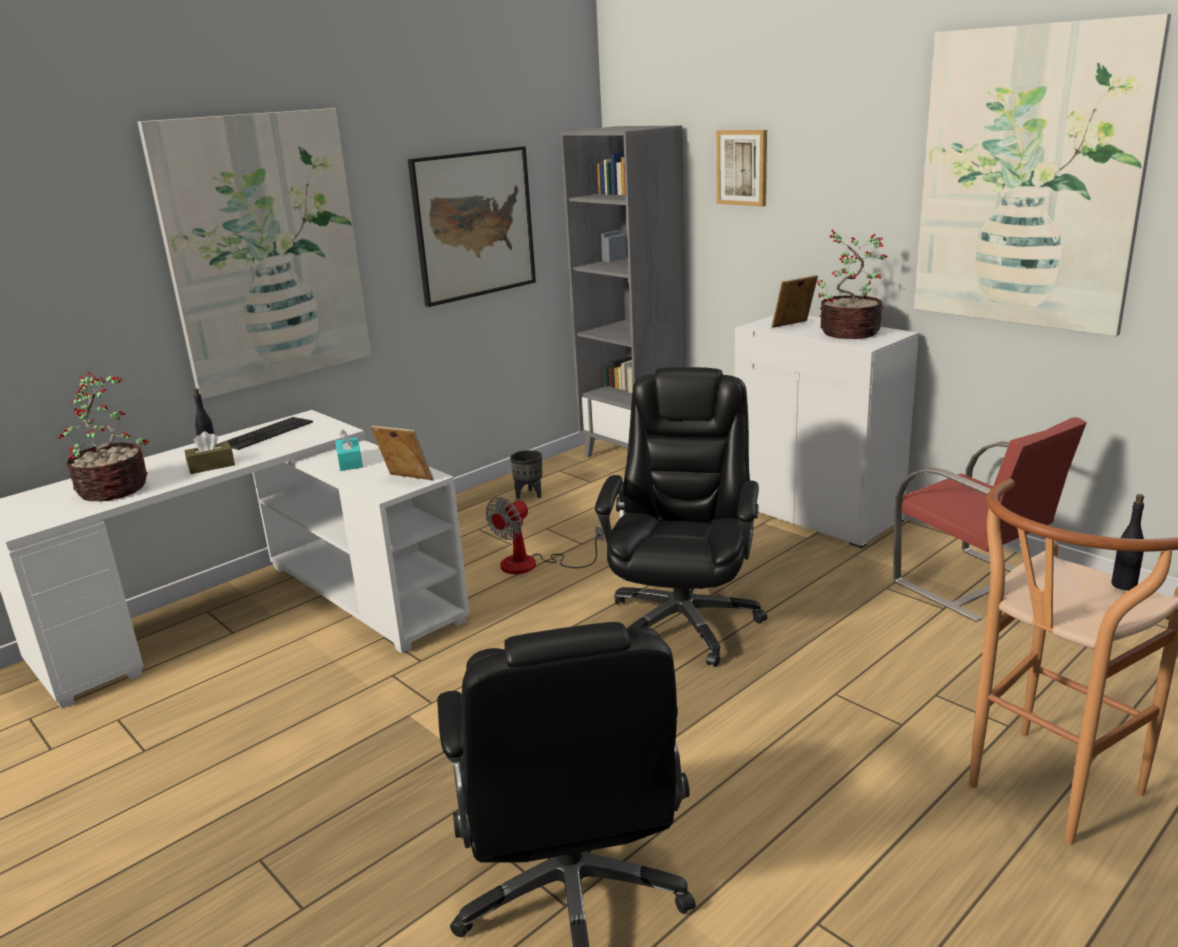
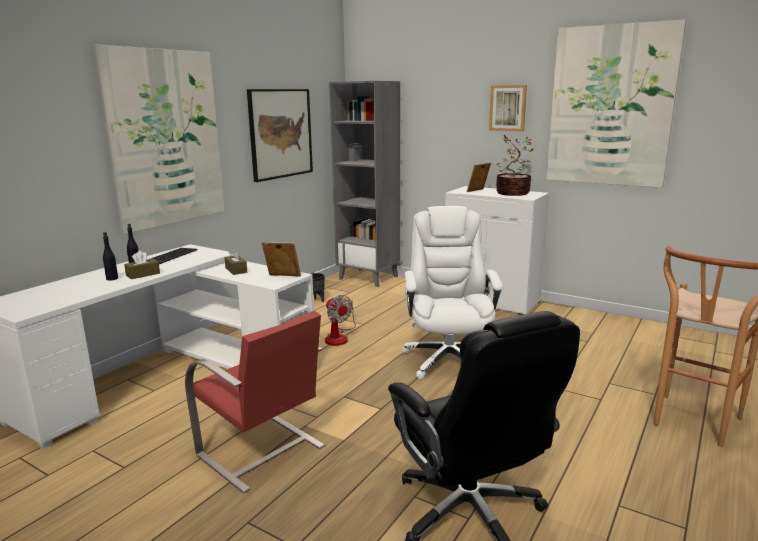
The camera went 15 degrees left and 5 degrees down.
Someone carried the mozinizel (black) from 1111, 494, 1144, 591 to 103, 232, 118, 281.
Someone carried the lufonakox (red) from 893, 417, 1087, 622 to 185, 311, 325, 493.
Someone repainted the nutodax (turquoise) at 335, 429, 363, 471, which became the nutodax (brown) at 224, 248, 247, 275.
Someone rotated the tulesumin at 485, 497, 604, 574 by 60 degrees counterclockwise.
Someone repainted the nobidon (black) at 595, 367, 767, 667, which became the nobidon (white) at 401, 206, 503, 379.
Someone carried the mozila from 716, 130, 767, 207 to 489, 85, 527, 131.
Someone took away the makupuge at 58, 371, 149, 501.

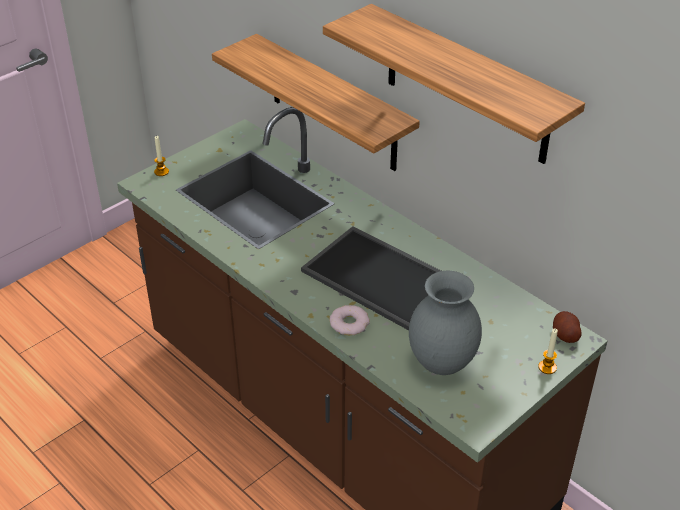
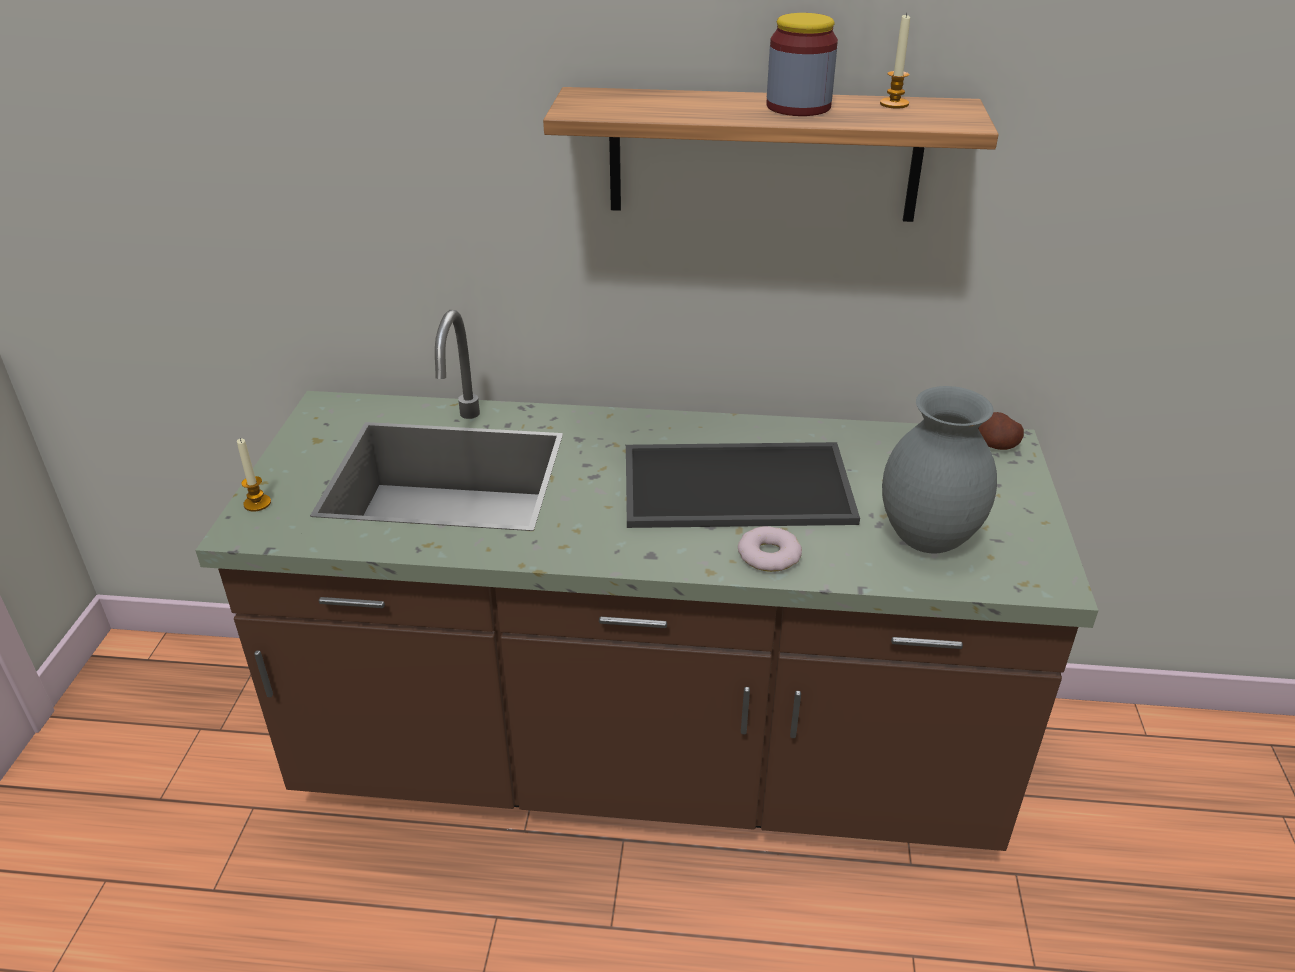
The camera went 40 degrees left and 5 degrees down.
Someone put down the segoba at 766, 13, 838, 116.
Someone carried the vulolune from 538, 328, 558, 374 to 880, 13, 910, 109.
Someone took away the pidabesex at 212, 34, 420, 171.

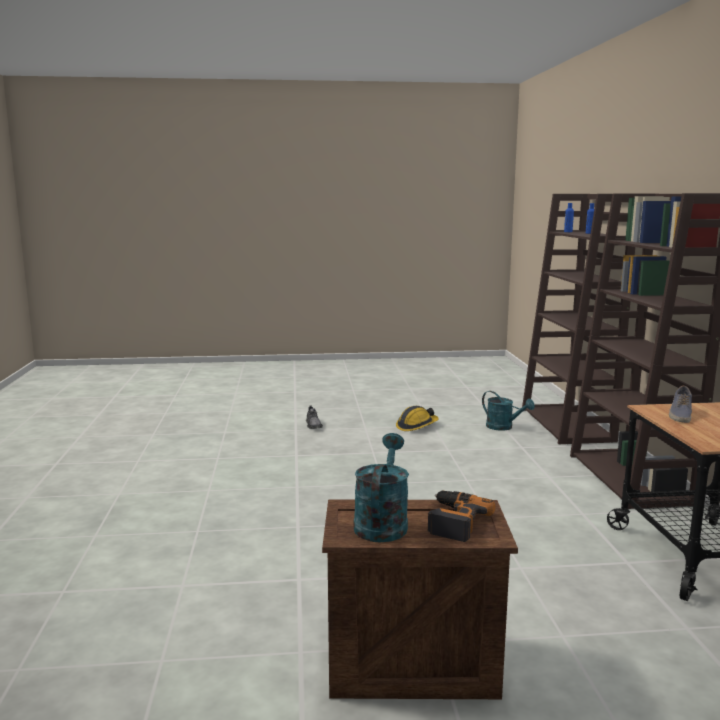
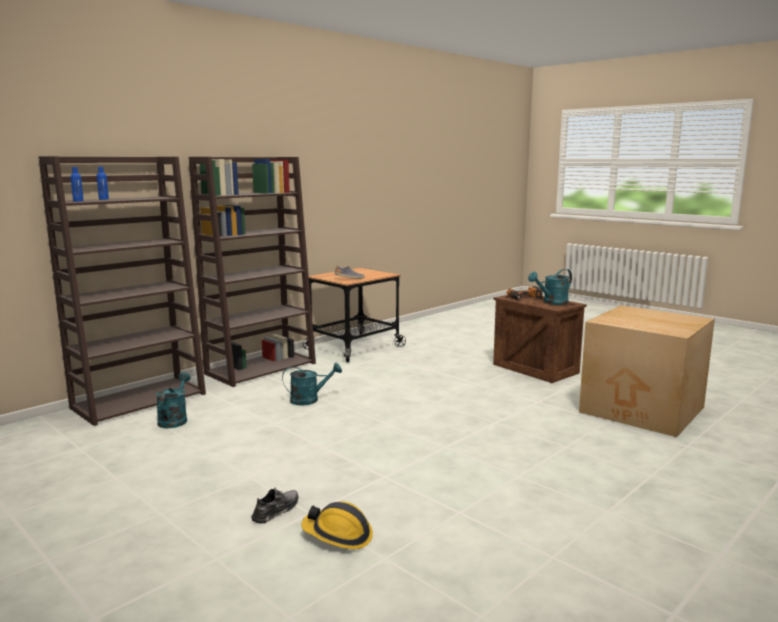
The camera went 130 degrees left and 0 degrees up.
Someone put down the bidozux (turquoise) at 282, 363, 342, 405.
Someone carried the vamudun from 396, 406, 439, 431 to 301, 501, 373, 549.
Someone put down the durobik at 579, 305, 715, 437.

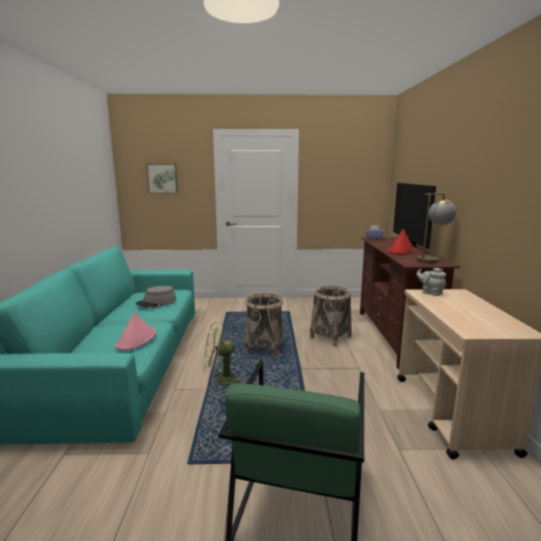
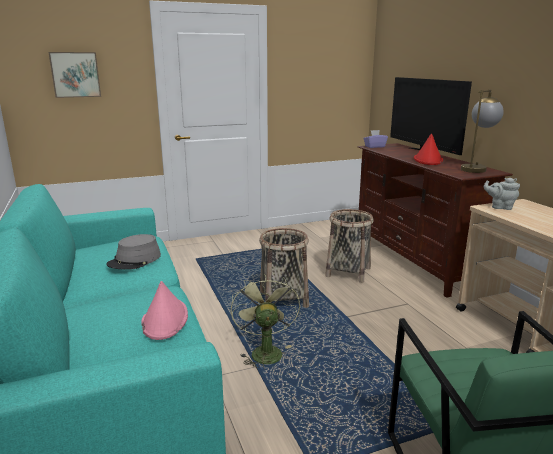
The camera went 20 degrees left and 5 degrees up.
Someone rotated the tulesumin (green) at 204, 321, 245, 390 by 105 degrees clockwise.

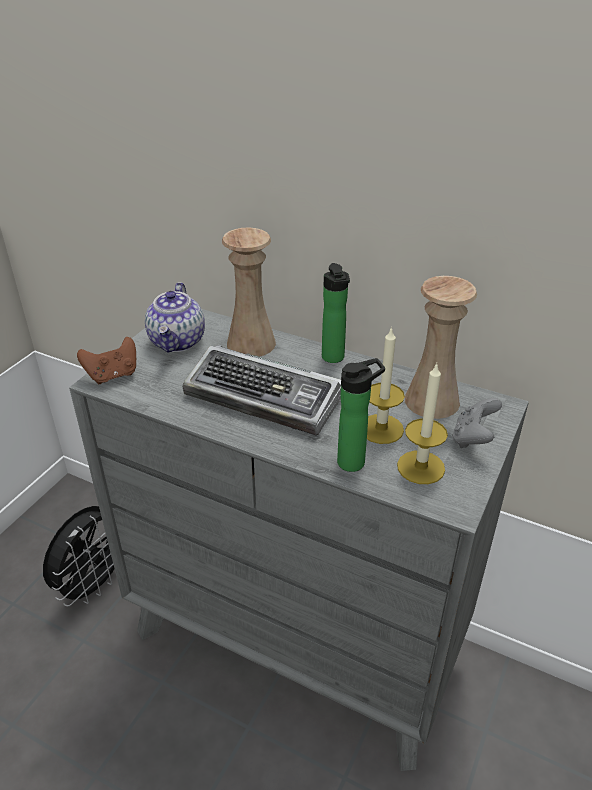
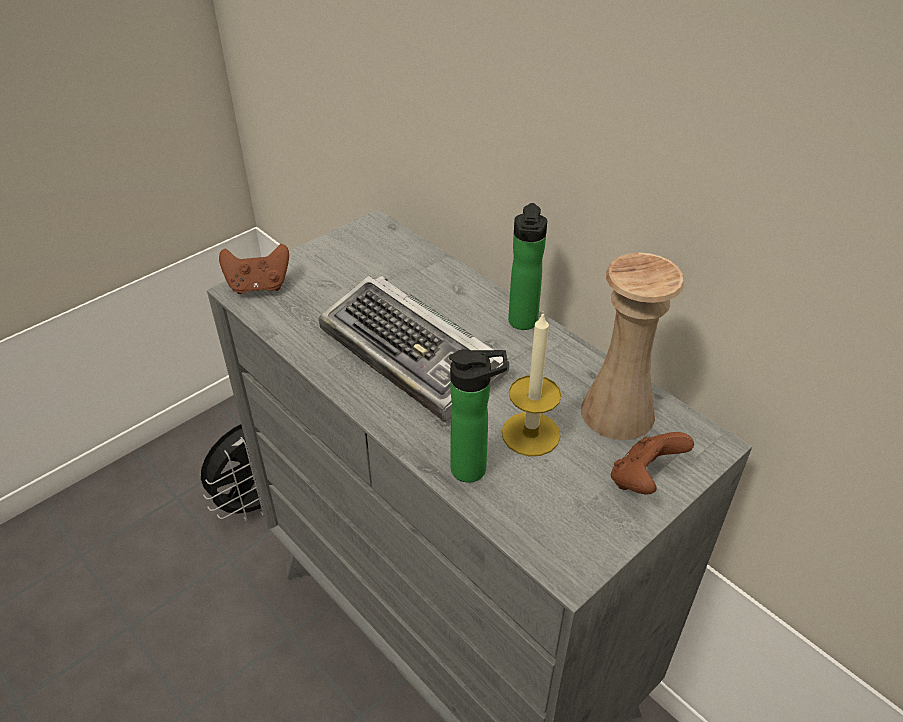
The camera went 20 degrees right and 5 degrees up.
Someone repainted the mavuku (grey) at 452, 398, 502, 448, which became the mavuku (brown) at 611, 432, 694, 495.
Someone took away the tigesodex at 145, 282, 205, 353.
Someone took away the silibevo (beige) at 222, 228, 276, 357.
Someone took away the vulolune at 397, 363, 448, 484.

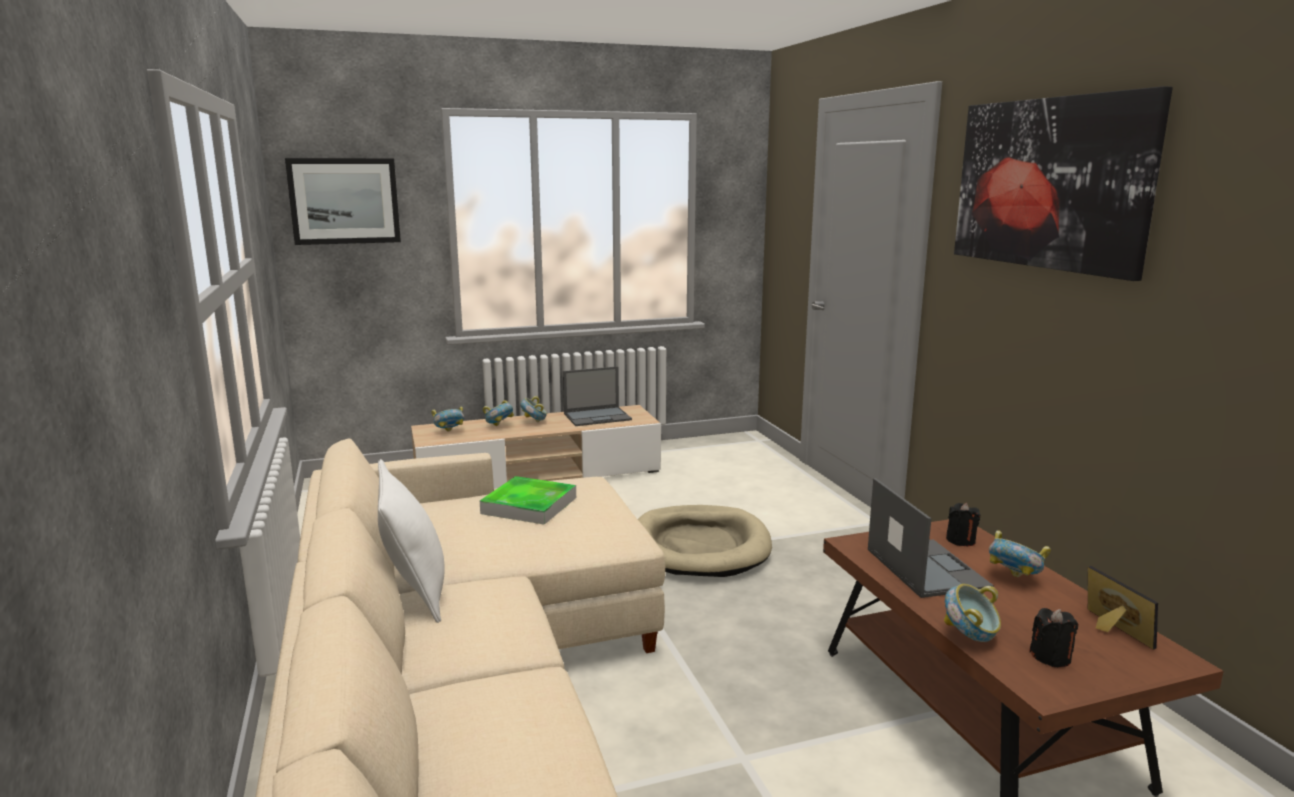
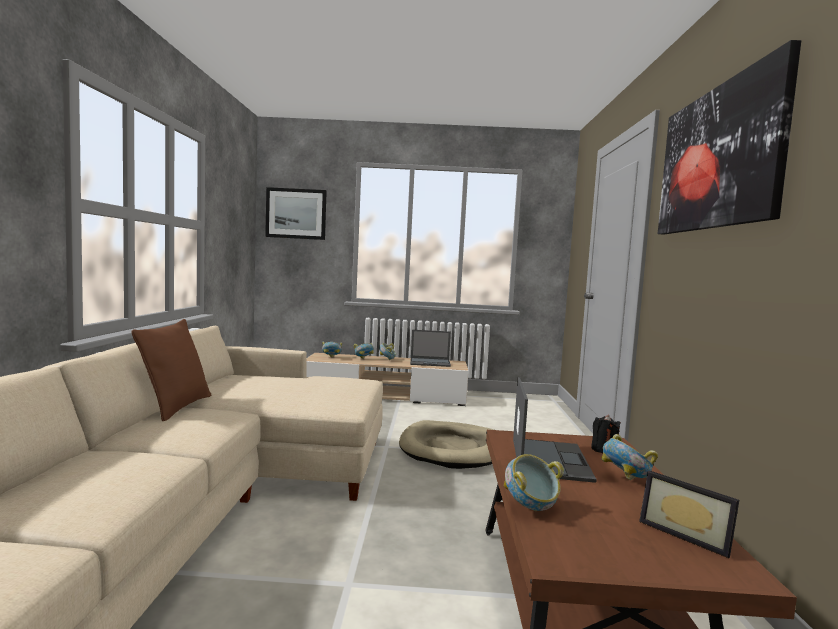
The camera went 20 degrees right and 10 degrees down.
Someone repainted the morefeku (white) at 378, 459, 445, 623, which became the morefeku (brown) at 132, 319, 211, 421.
Someone rotated the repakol at 1088, 566, 1158, 650 by 135 degrees clockwise.
Someone took away the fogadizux at 480, 476, 576, 525.
Someone took away the vulolune (black) at 1029, 608, 1078, 667.

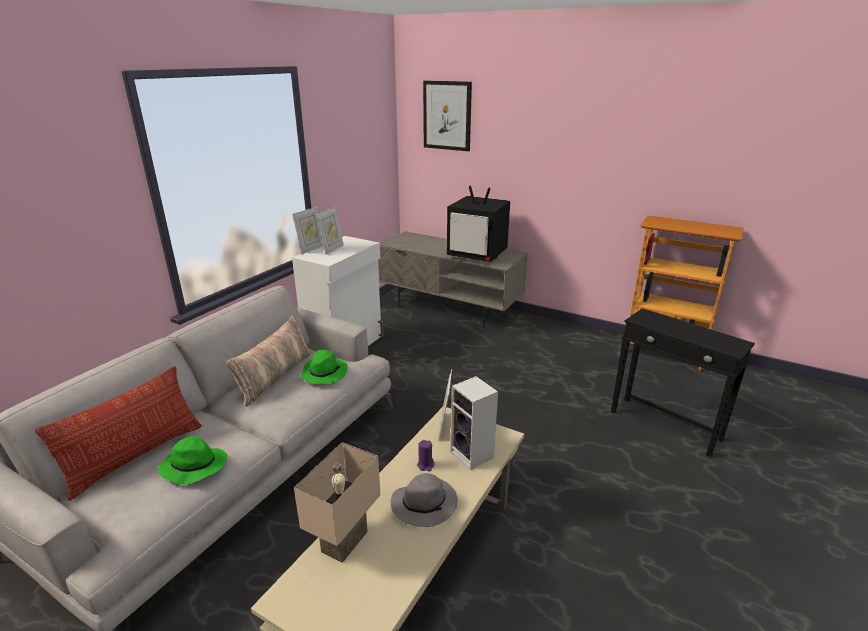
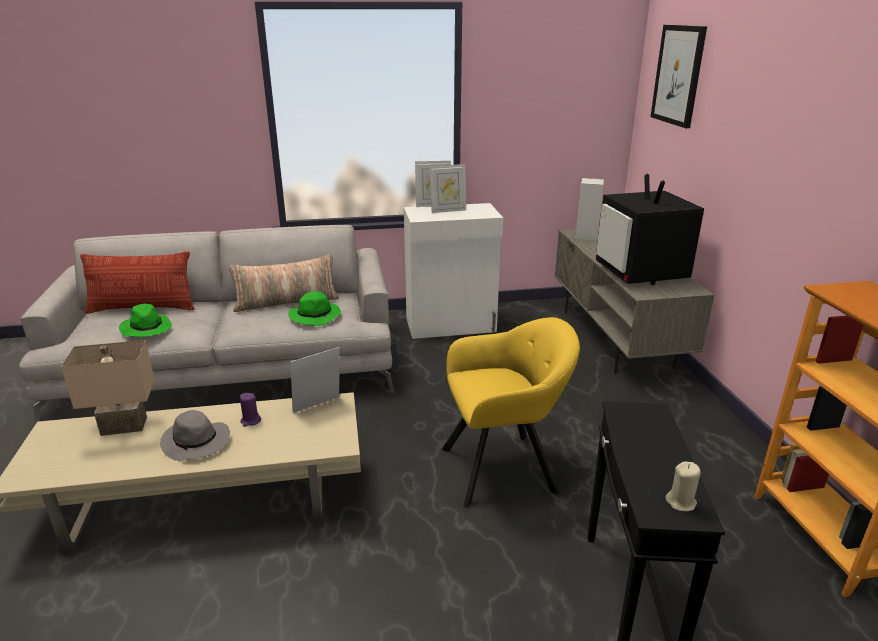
The camera went 50 degrees right and 0 degrees up.
Someone put down the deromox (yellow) at 442, 317, 580, 508.
Someone carried the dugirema from 451, 376, 498, 470 to 575, 178, 604, 241.
Someone put down the vulolune (beige) at 666, 461, 701, 512.

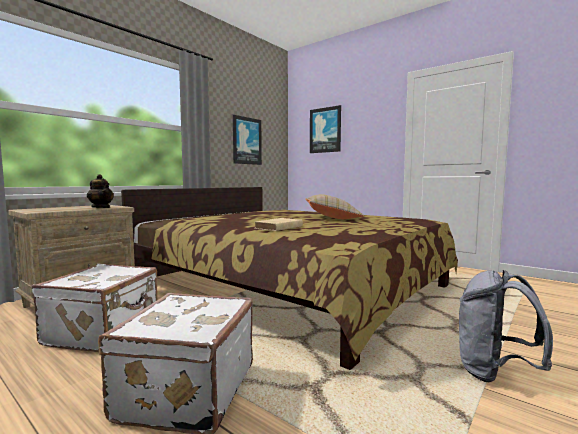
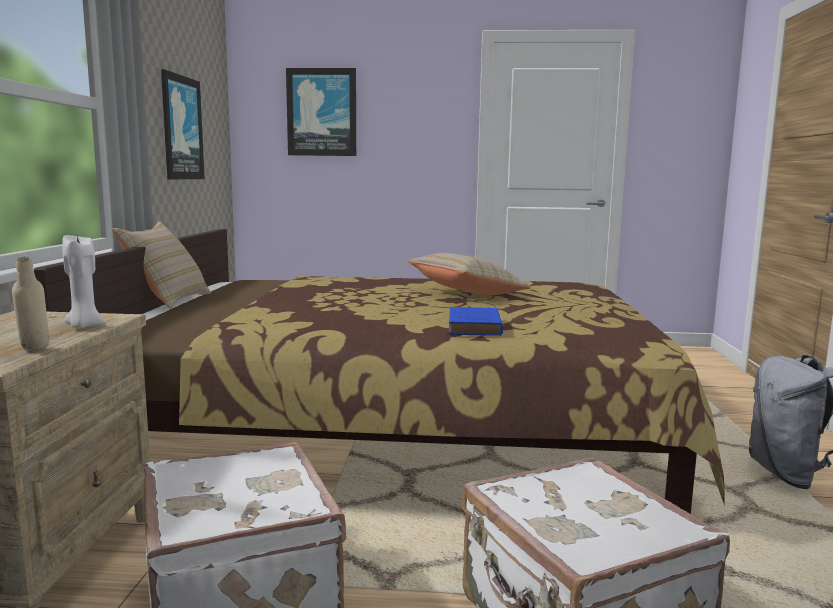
The camera went 35 degrees left and 5 degrees up.
Someone put down the mozinizel (beige) at 12, 256, 49, 351.
Someone swapped the tigesodex at 87, 174, 114, 208 for the vulolune (white) at 62, 233, 107, 328.
Someone put down the morefeku (beige) at 112, 221, 211, 309.
Someone repainted the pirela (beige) at 254, 218, 303, 231, which became the pirela (blue) at 449, 307, 503, 336.

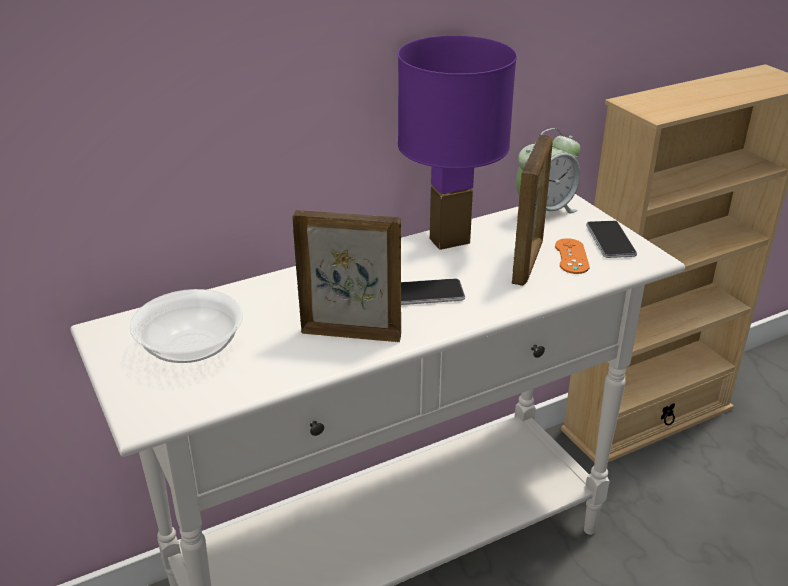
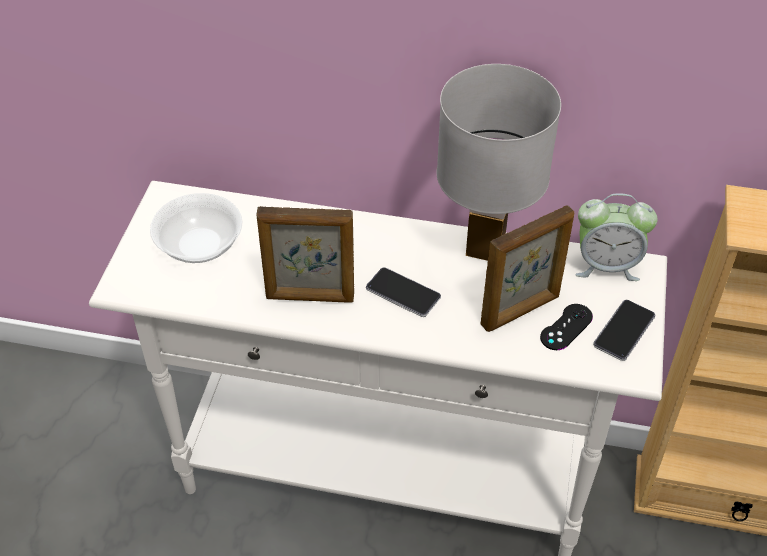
The camera went 40 degrees right and 15 degrees up.
Someone rotated the repakol at 292, 210, 401, 342 by 135 degrees clockwise.
Someone repainted the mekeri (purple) at 398, 36, 517, 250, which became the mekeri (white) at 437, 64, 561, 261.
Someone repainted the mavuku (orange) at 555, 238, 589, 274, which became the mavuku (black) at 540, 304, 593, 350.

